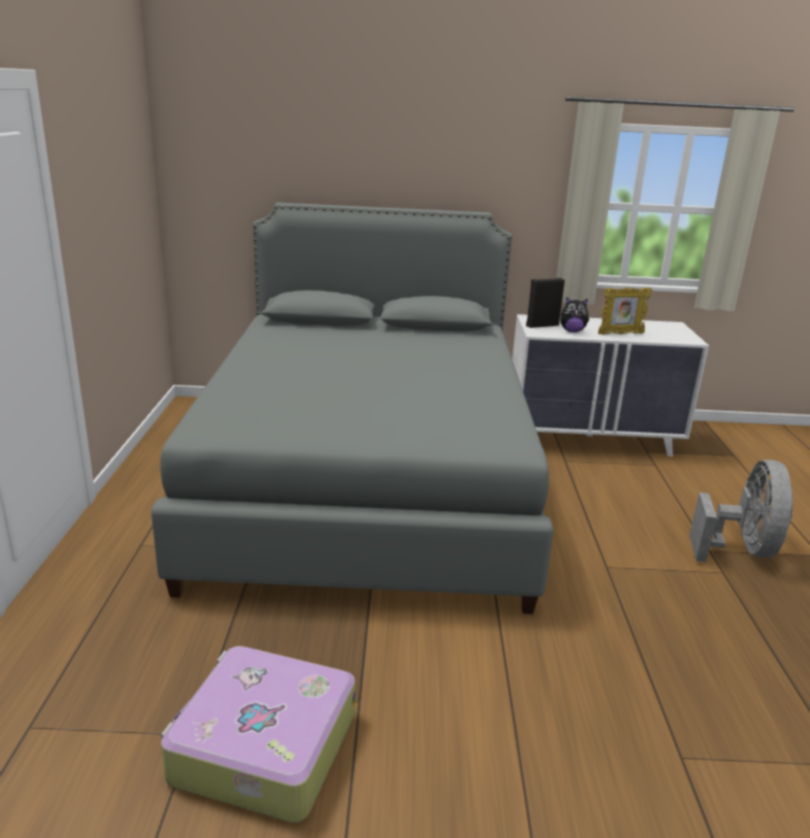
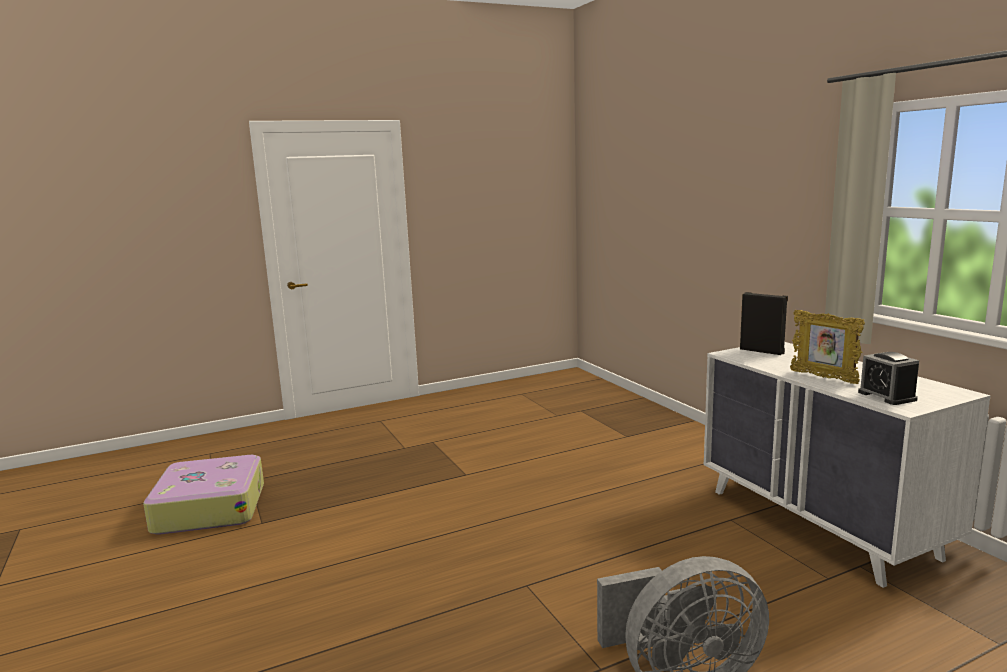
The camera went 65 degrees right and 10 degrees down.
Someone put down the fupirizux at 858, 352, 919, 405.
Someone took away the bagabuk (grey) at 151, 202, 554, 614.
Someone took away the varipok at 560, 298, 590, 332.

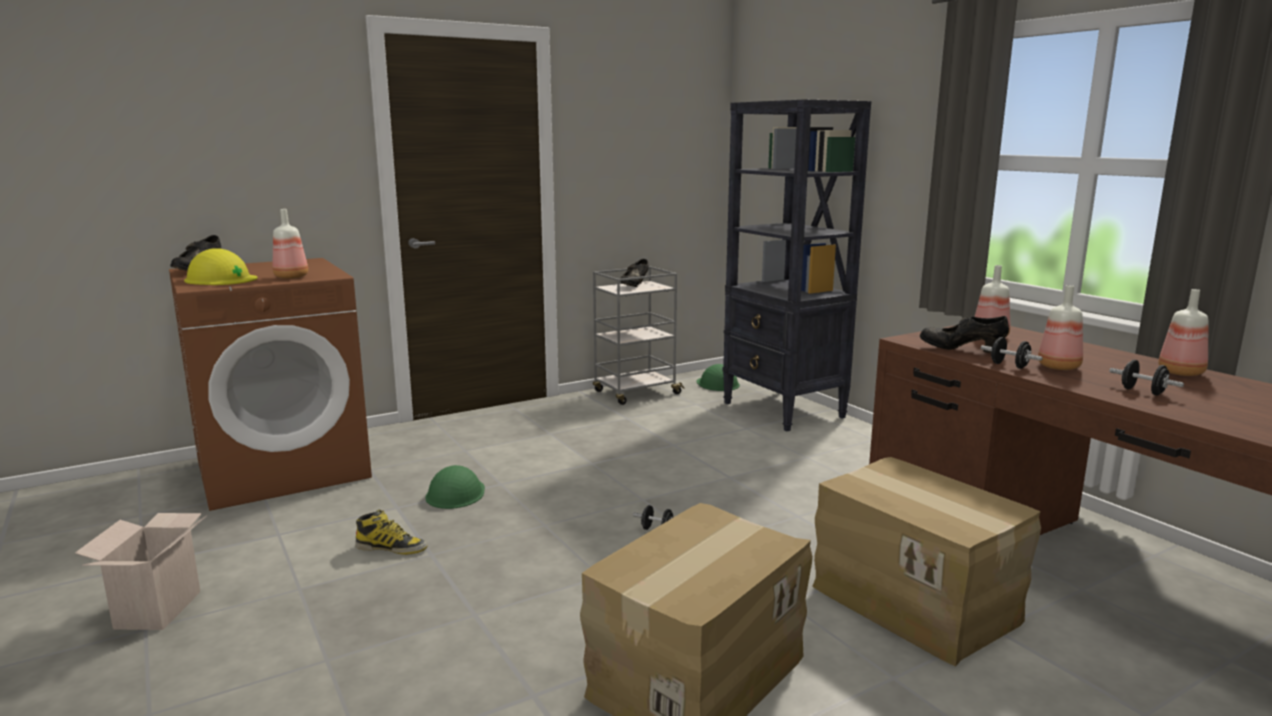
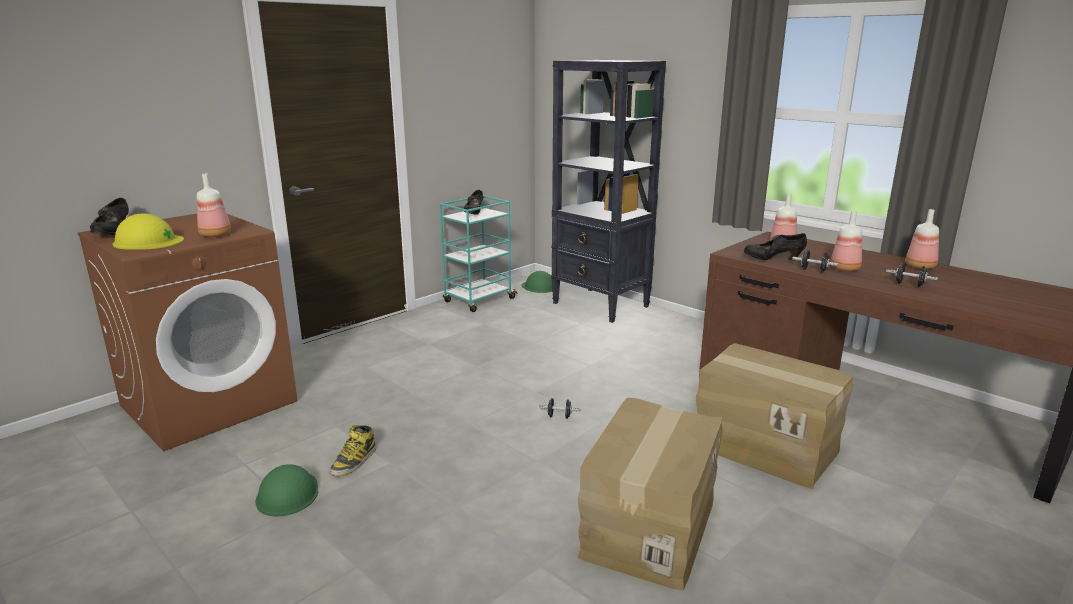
The camera went 15 degrees left and 5 degrees up.
Someone carried the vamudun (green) from 425, 465, 485, 509 to 255, 464, 318, 516.
Someone rotated the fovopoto at 355, 510, 428, 555 by 120 degrees clockwise.
Someone repainted the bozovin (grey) at 593, 266, 685, 405, which became the bozovin (turquoise) at 440, 196, 518, 312.
Someone took away the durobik at 75, 513, 207, 630.

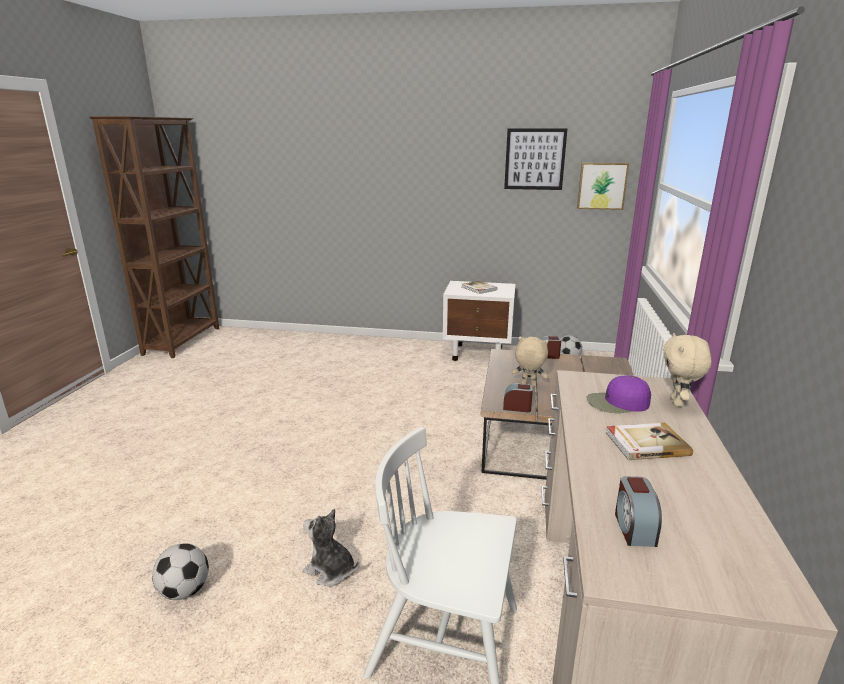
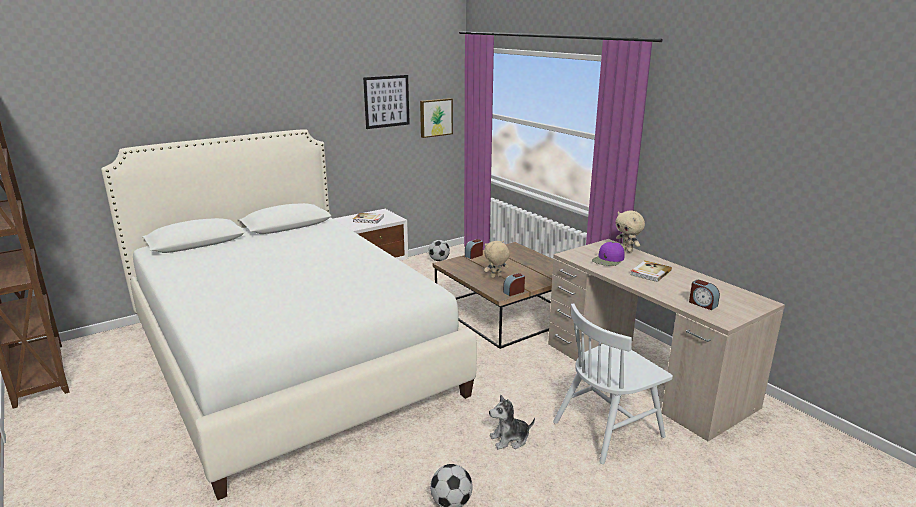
The camera went 45 degrees left and 0 degrees up.
Someone put down the bagabuk (white) at 101, 129, 477, 500.

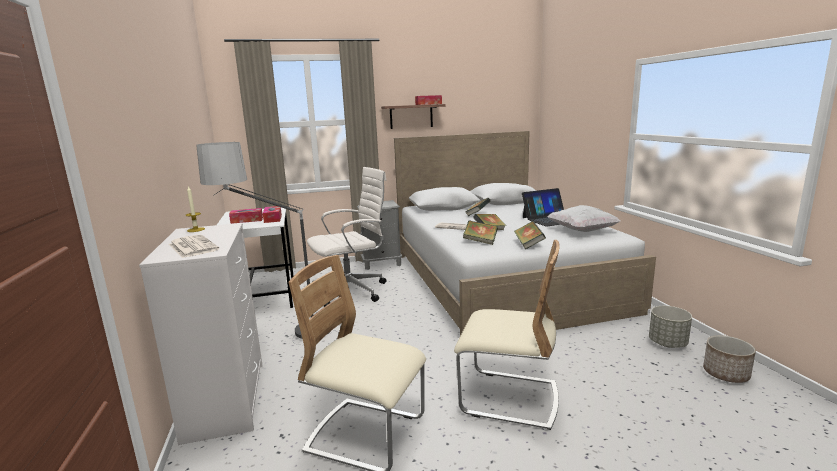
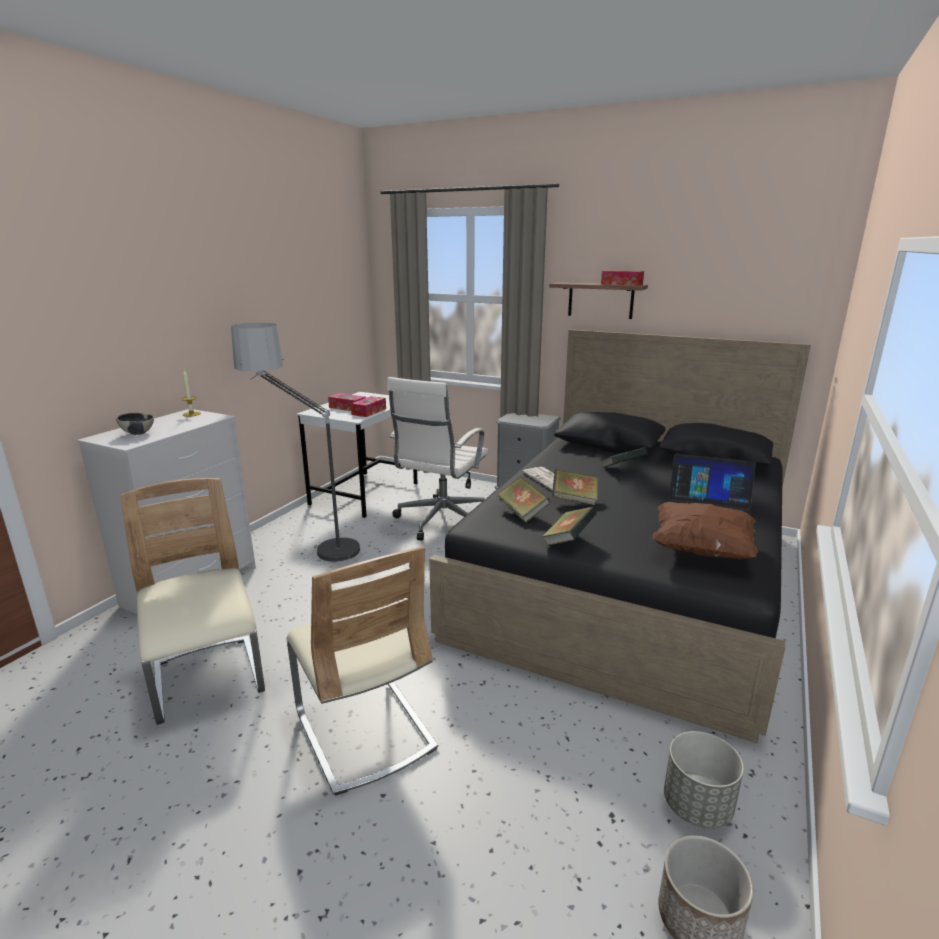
The camera went 40 degrees right and 5 degrees up.
Someone swapped the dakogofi at 169, 235, 219, 258 for the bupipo at 116, 413, 154, 435.
Someone rotated the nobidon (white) at 307, 167, 387, 307 by 105 degrees clockwise.
Someone repainted the bagabuk (white) at 394, 131, 656, 336, which became the bagabuk (black) at 429, 329, 811, 743.
Someone repainted the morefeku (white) at 547, 205, 621, 232, which became the morefeku (brown) at 652, 502, 758, 559.

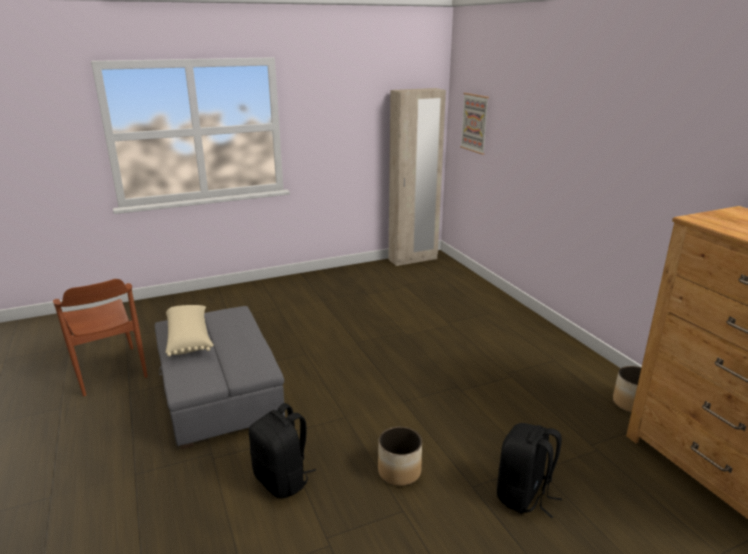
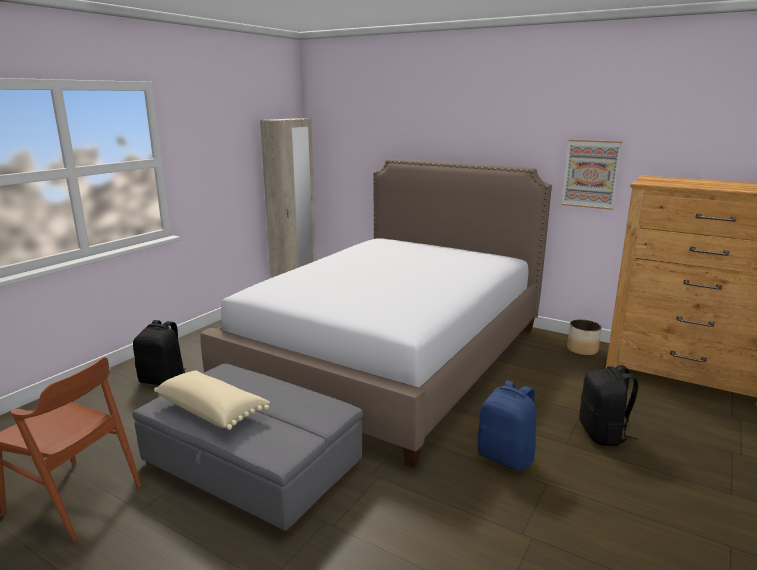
The camera went 35 degrees left and 5 degrees down.
Someone carried the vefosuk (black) from 249, 403, 316, 498 to 133, 320, 186, 385.
Someone put down the bagabuk at 200, 159, 552, 468.
Someone swapped the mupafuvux at 378, 427, 422, 486 for the vefosuk (blue) at 477, 380, 536, 471.
Someone carried the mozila from 460, 93, 489, 155 to 562, 139, 623, 210.

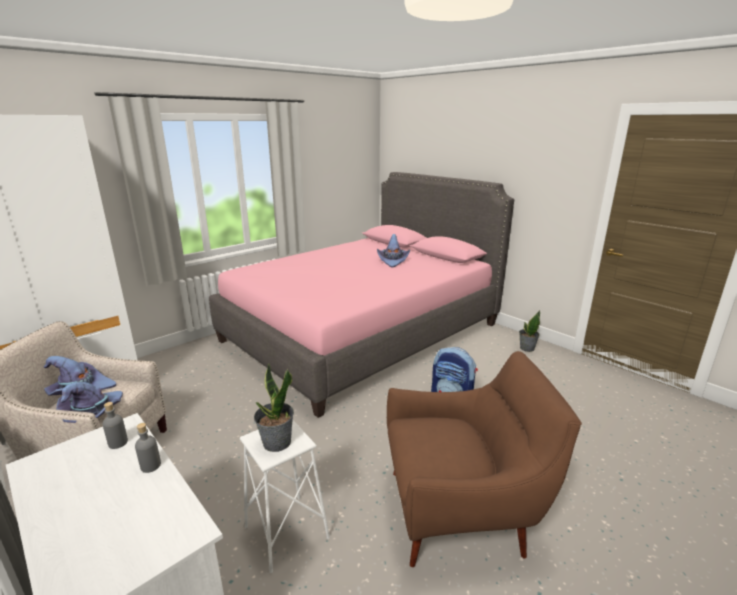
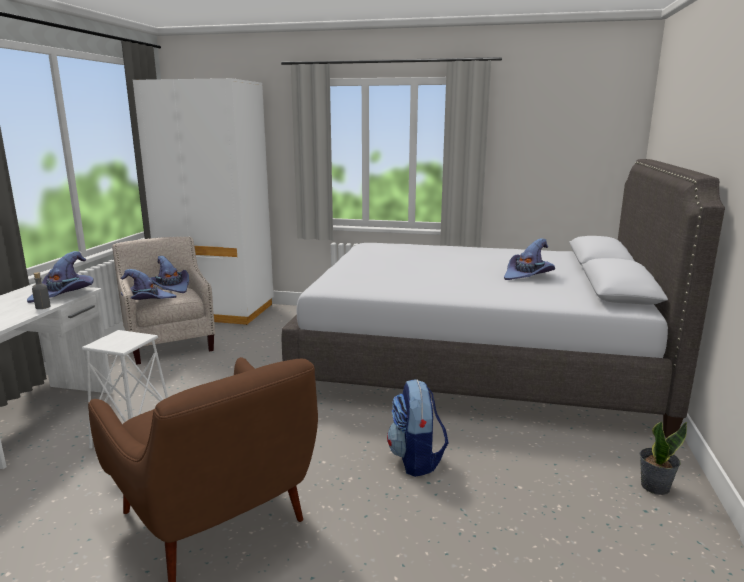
The camera went 55 degrees right and 5 degrees down.
Someone swapped the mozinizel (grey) at 102, 402, 128, 449 for the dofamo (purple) at 27, 251, 94, 303.
Someone repainted the bagabuk (pink) at 209, 172, 514, 418, which became the bagabuk (grey) at 282, 159, 725, 438.
Someone took away the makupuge at 254, 363, 294, 452.

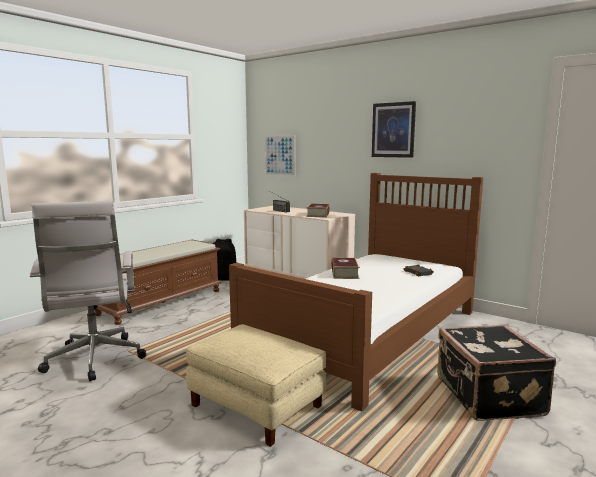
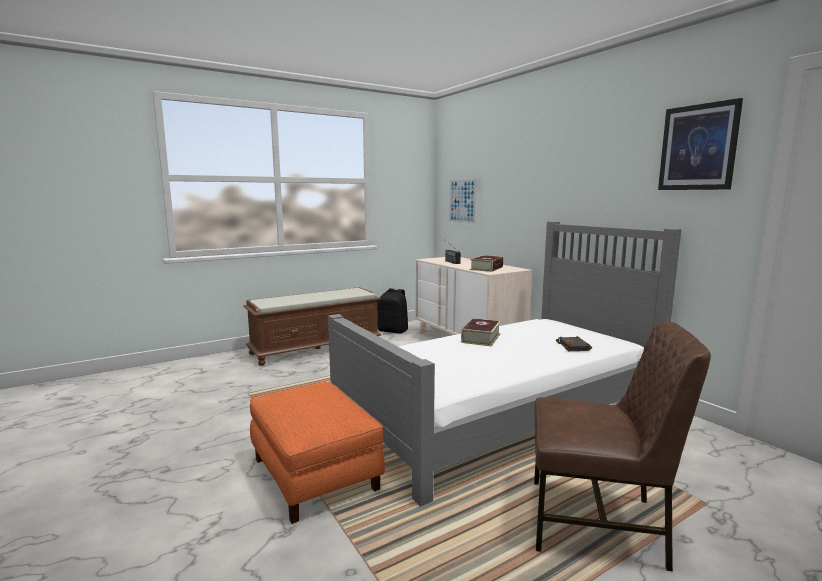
The camera went 20 degrees right and 0 degrees up.
Someone repainted the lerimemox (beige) at 186, 324, 326, 447, which became the lerimemox (orange) at 250, 382, 385, 524.
Someone repainted the bagabuk (brown) at 229, 173, 483, 411, which became the bagabuk (grey) at 328, 221, 682, 506.
Someone swapped the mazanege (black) at 437, 325, 556, 421 for the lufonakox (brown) at 534, 321, 711, 571.
Someone carried the mozila from 372, 101, 416, 158 to 658, 98, 743, 190.
Someone took away the nobidon (white) at 30, 201, 146, 381.

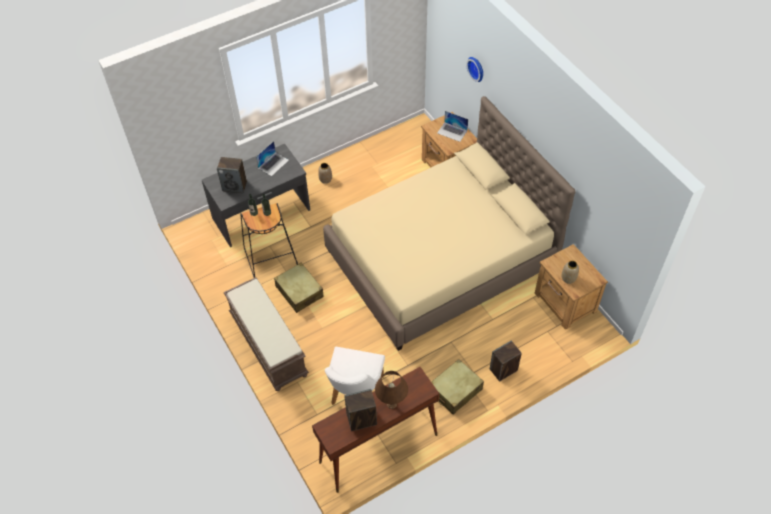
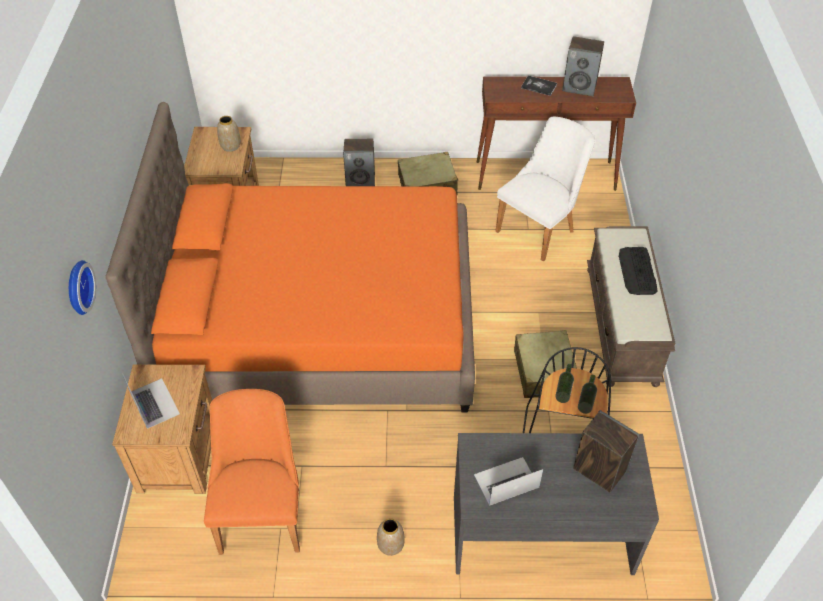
The camera went 150 degrees left and 5 degrees down.
Someone repainted the bagabuk (beige) at 323, 96, 575, 351, which became the bagabuk (orange) at 106, 102, 475, 413.
Someone put down the lufonakox (orange) at 204, 389, 300, 555.
Someone swapped the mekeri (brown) at 375, 371, 408, 409 for the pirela at 521, 76, 557, 96.
Someone put down the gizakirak at 619, 247, 658, 295.

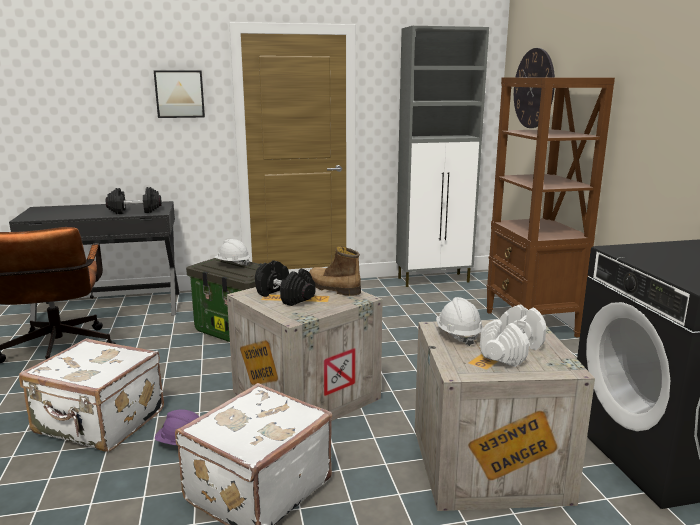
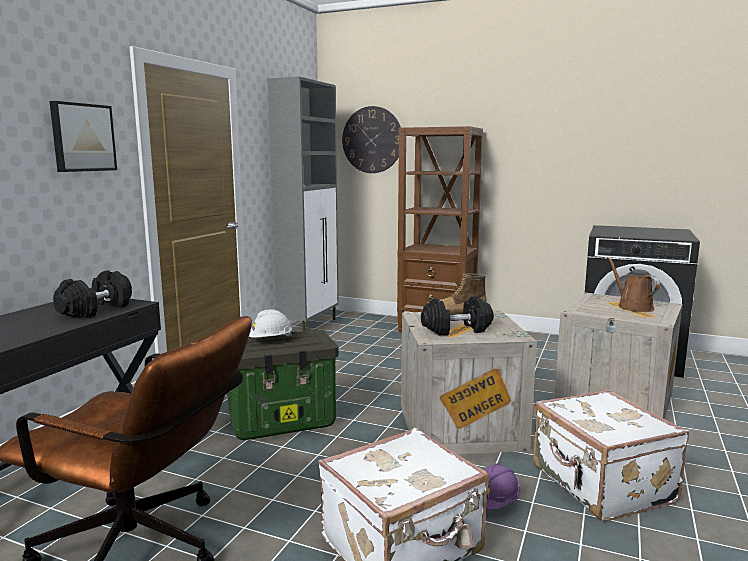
The camera went 55 degrees left and 5 degrees down.
Someone swapped the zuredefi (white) at 480, 305, 547, 367 for the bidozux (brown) at 608, 257, 660, 312.
Someone took away the vamudun (white) at 436, 297, 483, 346.

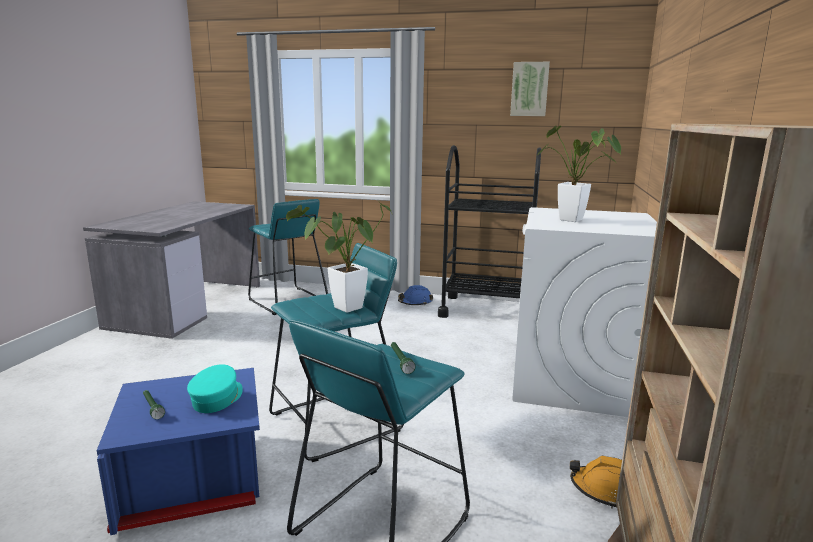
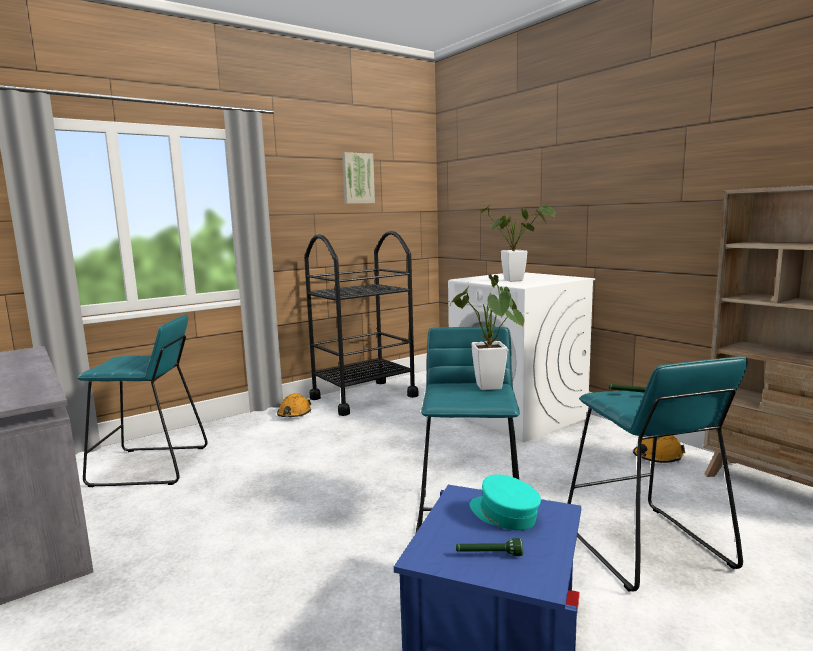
The camera went 50 degrees left and 5 degrees down.
Someone repainted the vamudun (blue) at 398, 285, 433, 306, which became the vamudun (orange) at 277, 393, 312, 417.

